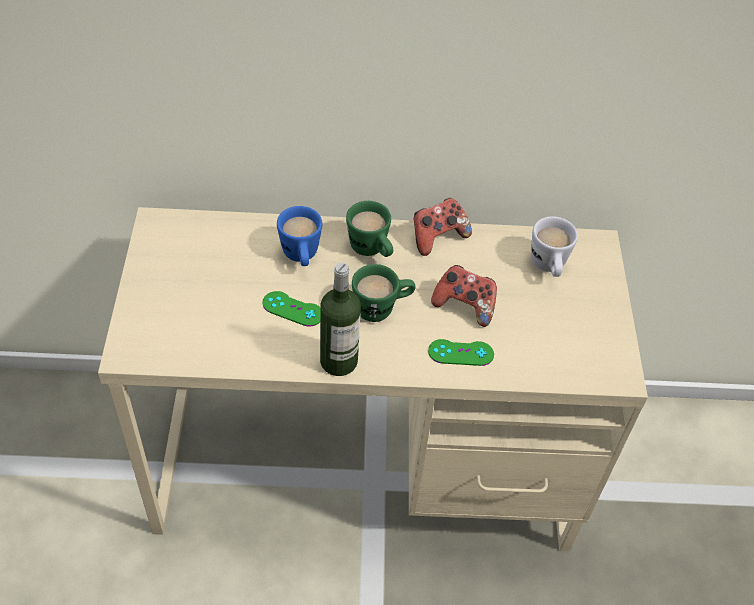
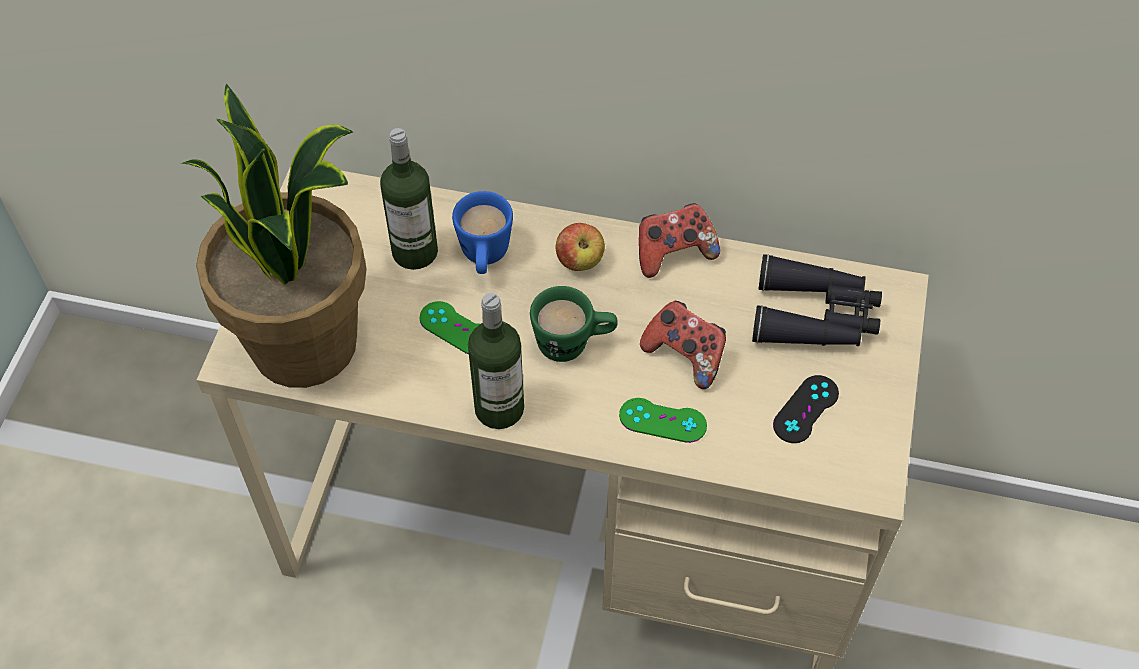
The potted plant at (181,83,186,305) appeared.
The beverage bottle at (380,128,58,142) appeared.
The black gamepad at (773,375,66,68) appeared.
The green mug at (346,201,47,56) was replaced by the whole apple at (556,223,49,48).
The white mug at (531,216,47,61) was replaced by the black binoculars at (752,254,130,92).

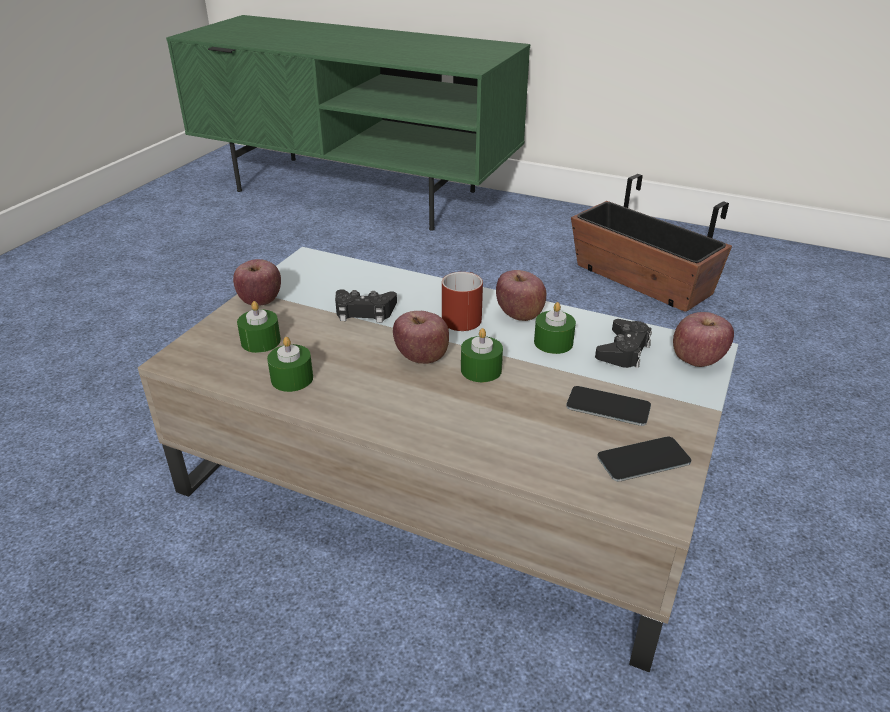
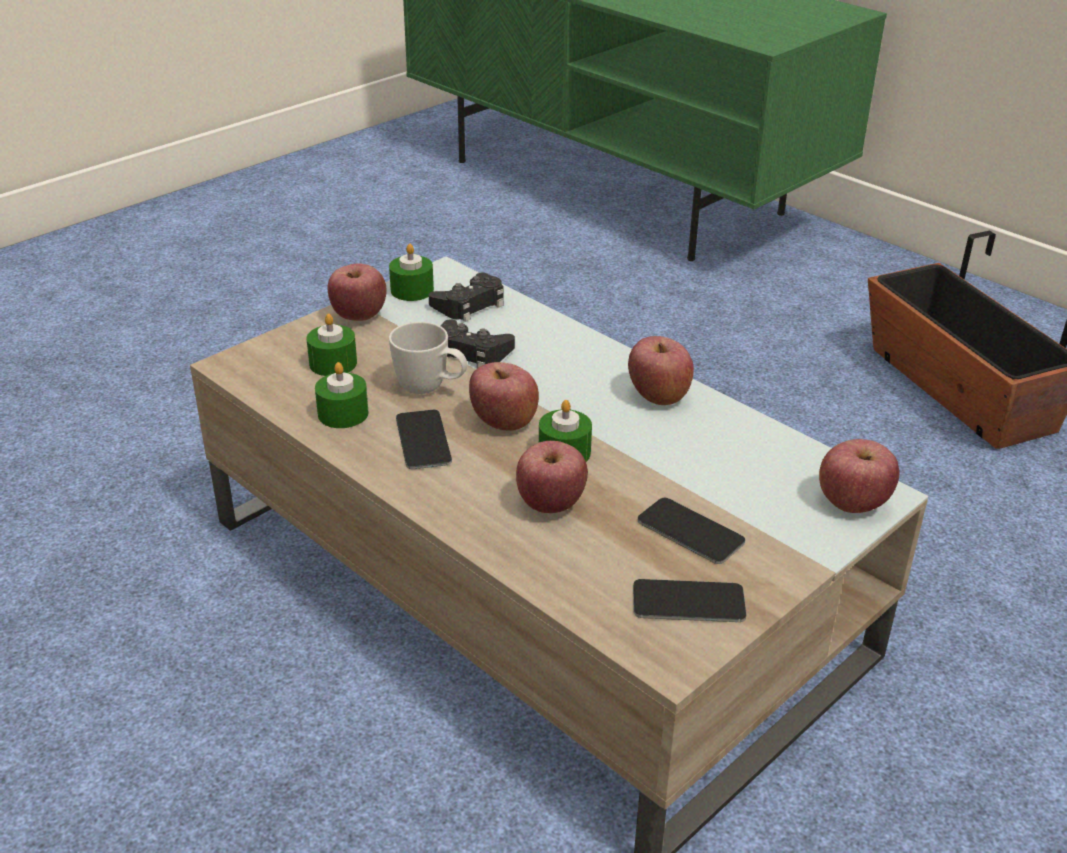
The red mug at (442,272,41,59) disappeared.
The white mug at (389,322,78,72) appeared.
The handset at (396,410,56,59) appeared.
The whole apple at (516,441,72,72) appeared.
The green candle moved from (534,302,42,52) to (389,244,45,57).
The black gamepad moved from (595,319,57,49) to (429,273,75,49).

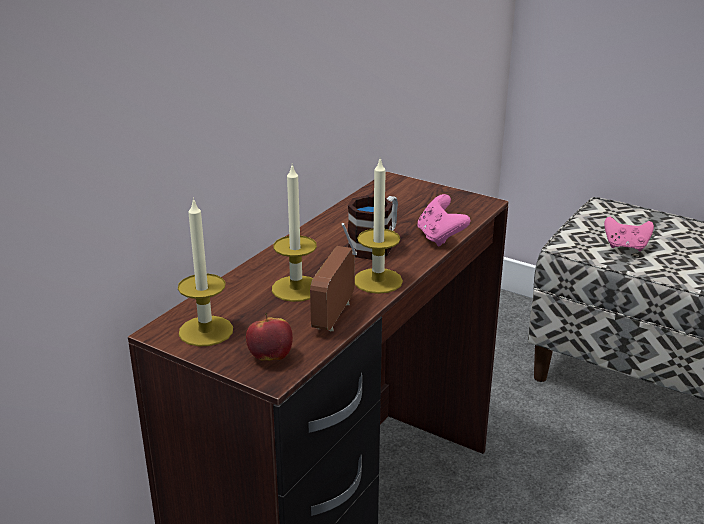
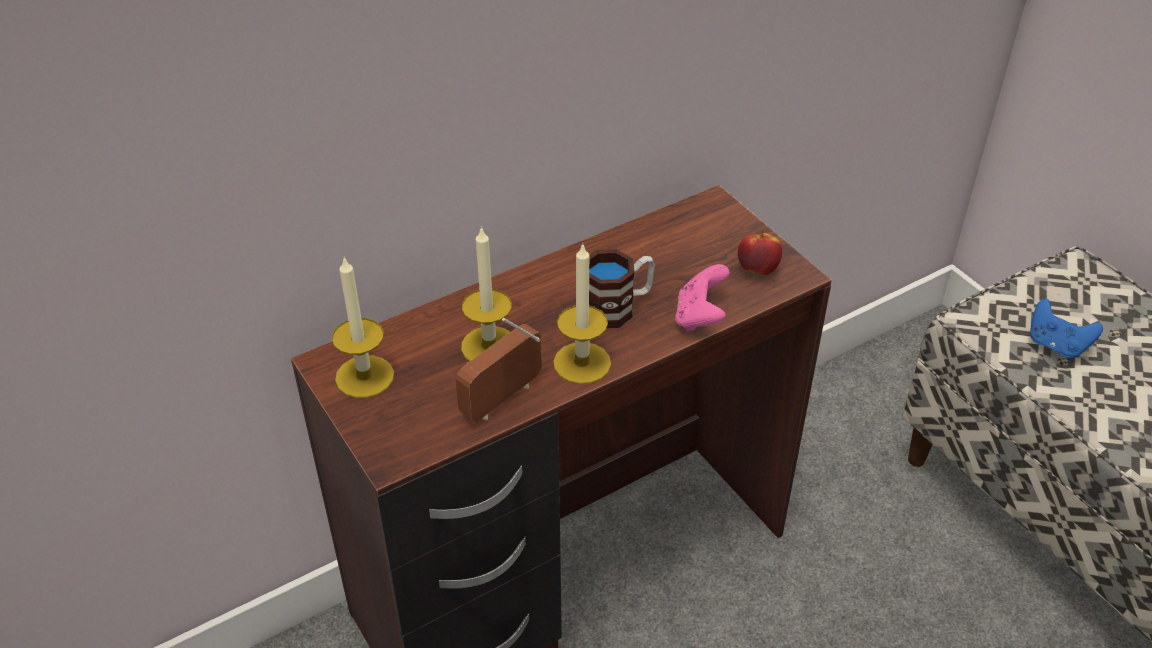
The whole apple moved from (246,313,47,48) to (738,229,44,46).
The pink-coloured gamepad at (604,217,50,34) became the blue gamepad at (1030,299,73,60).

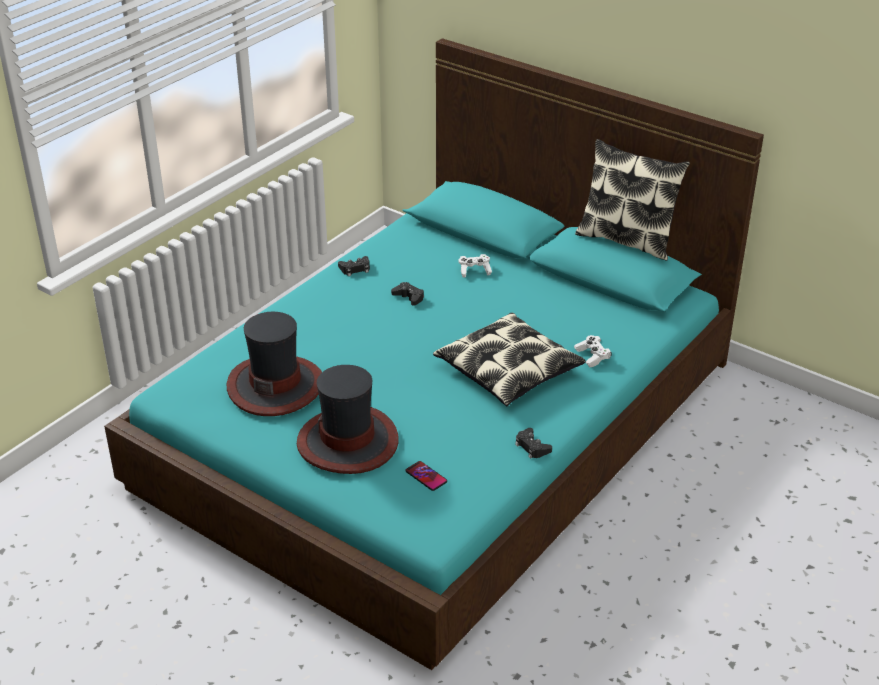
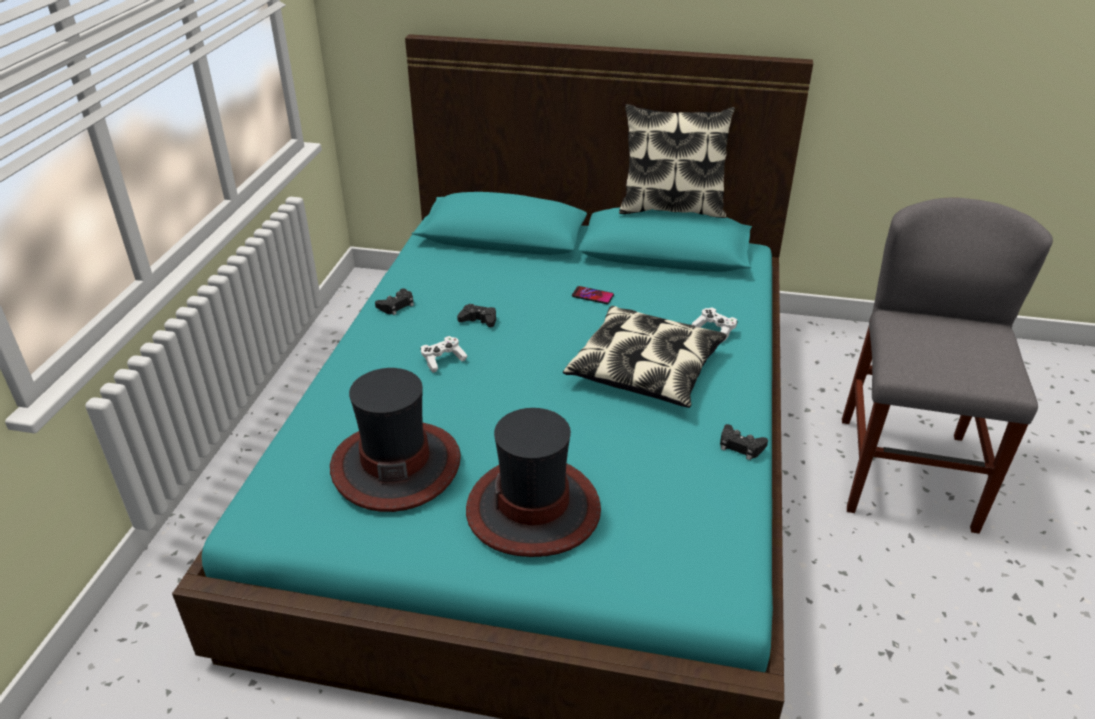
The grey upright chair at (842,197,211,337) appeared.
The handset moved from (406,461,41,30) to (572,286,42,18).
The white gamepad moved from (459,254,33,24) to (421,336,47,37).

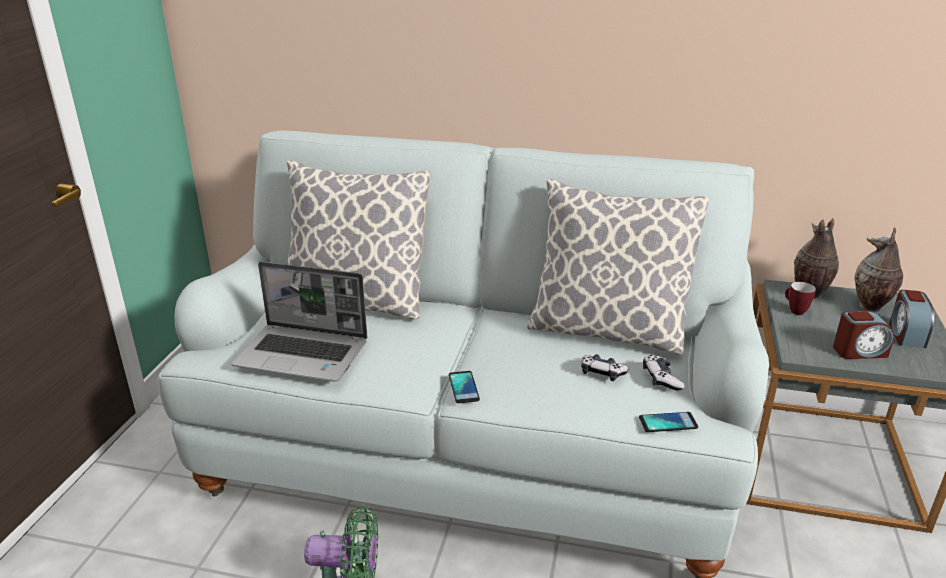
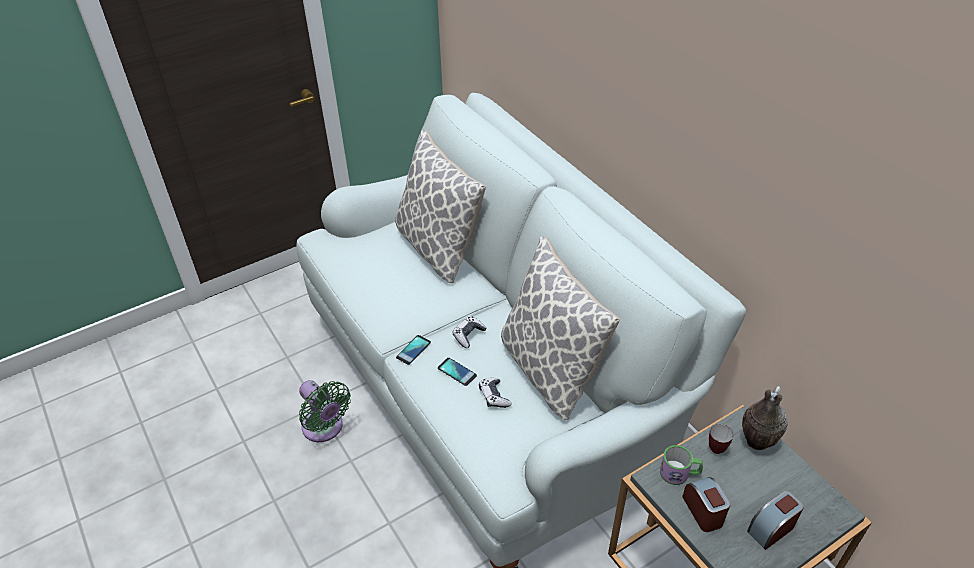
The notebook computer at (232,262,135,120) disappeared.
The flower vase at (855,227,48,85) disappeared.
The mug at (660,445,43,40) appeared.
The handset moved from (639,412,59,20) to (438,358,39,28).
The gamepad moved from (643,355,42,36) to (452,316,35,32).
The alarm clock at (833,310,61,49) turned 150 degrees counterclockwise.

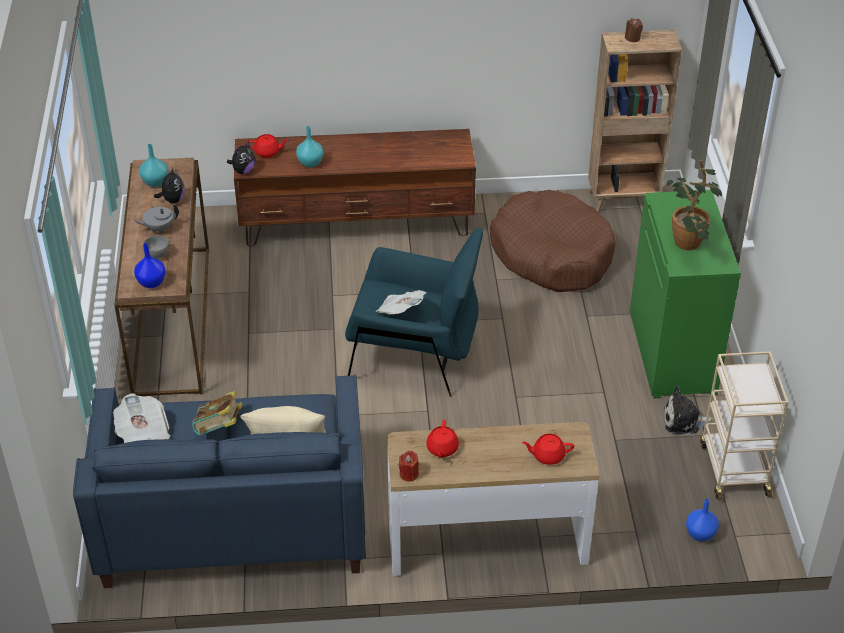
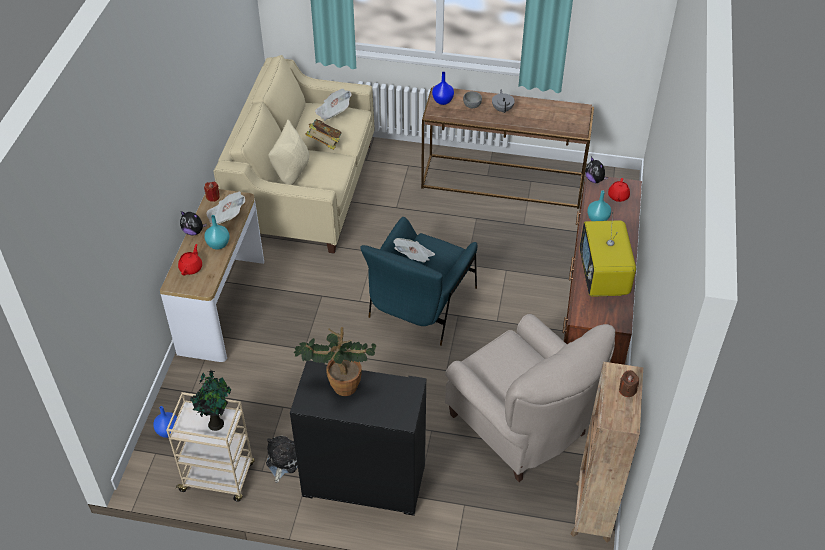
The potted plant at (190,370,41,61) appeared.
The TV set at (580,212,56,85) appeared.
The turquoise-coloured flower vase moved from (139,144,29,43) to (204,215,26,34).
The cuddly toy moved from (154,167,30,36) to (180,211,27,25).
The red tea pot at (426,420,33,38) was replaced by the printed paper at (206,192,39,34).
The brown-coloured pet bed at (490,190,126,102) was replaced by the beige easy chair at (445,314,170,168).
The blue couch at (73,375,293,213) became the beige couch at (213,55,162,199).
The green storage cabinet at (630,190,111,208) became the black storage cabinet at (290,360,136,156).

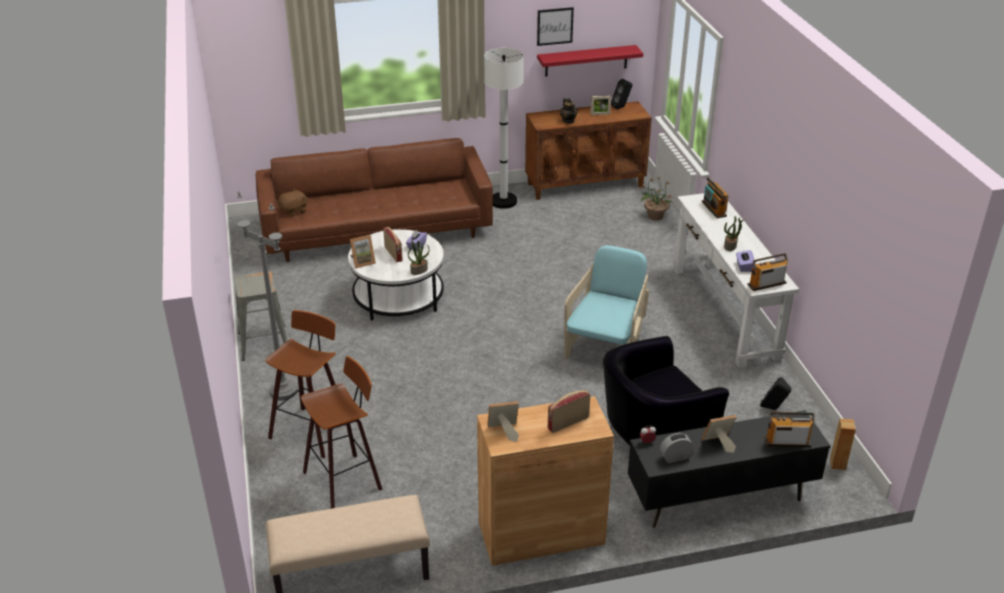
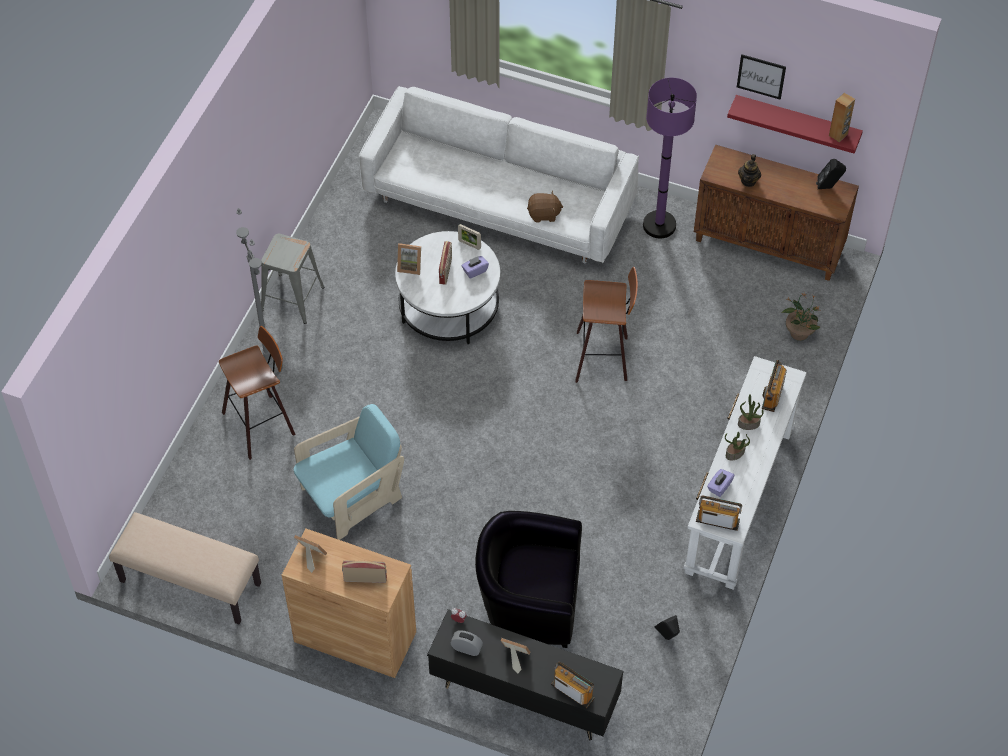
The brown-coloured cuddly toy moved from (278,189,30,28) to (527,191,37,31).
The sitting stool moved from (301,356,82,153) to (575,267,63,116).
The potted plant moved from (408,240,21,35) to (738,394,26,36).
The turquoise-coloured easy chair moved from (564,245,85,114) to (294,404,110,136).
The photo frame moved from (590,95,21,20) to (458,224,23,26).
The brown-coloured audio speaker moved from (830,419,26,51) to (829,93,26,49).
The brown-coloured couch at (256,138,237,124) became the white couch at (359,86,280,177).
The white floor lamp at (484,48,40,161) became the purple floor lamp at (643,78,54,160).

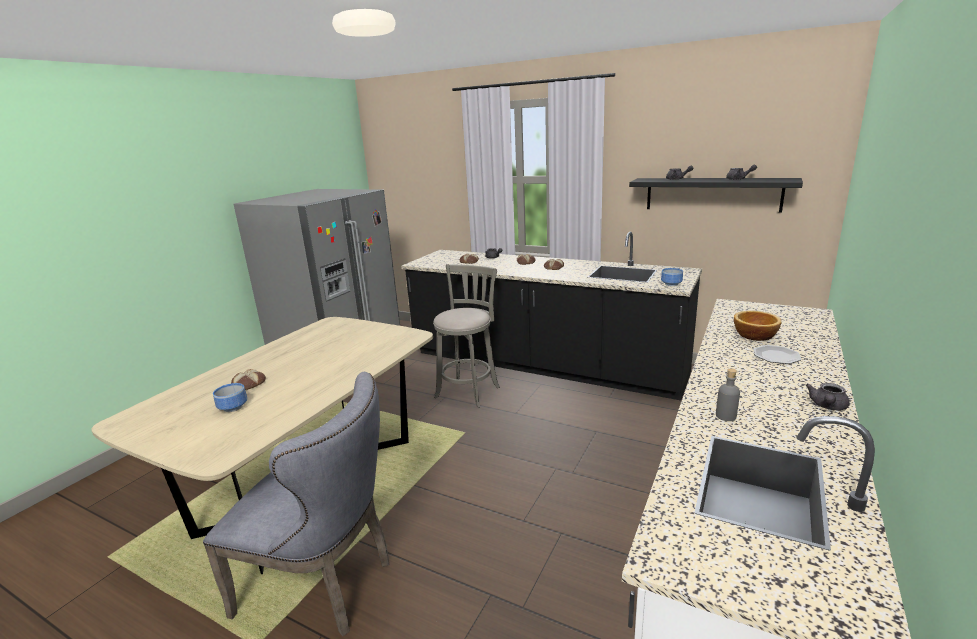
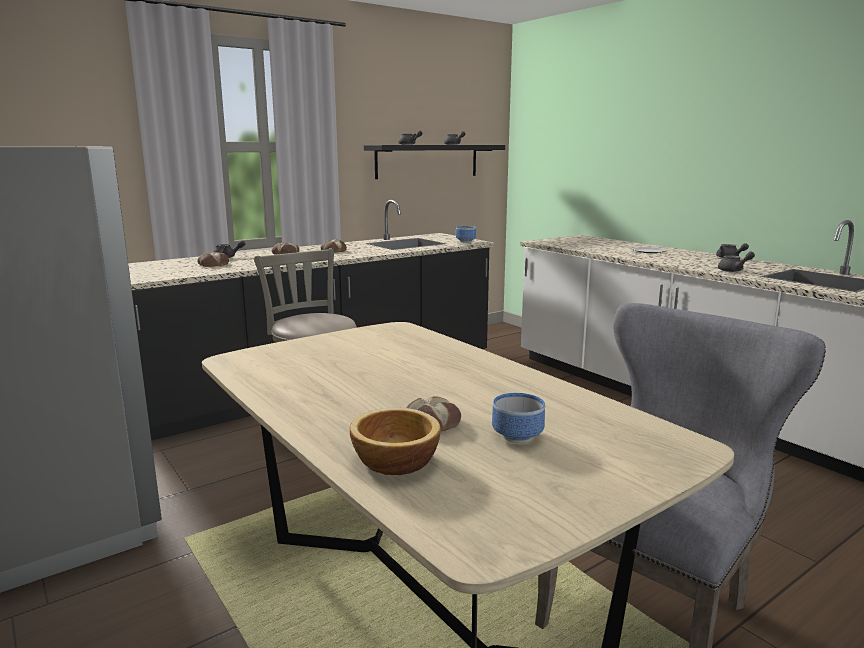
The bowl moved from (734,311,48,30) to (350,407,91,68).
The grey beverage bottle at (716,368,24,53) was replaced by the grey tea pot at (718,252,37,20).

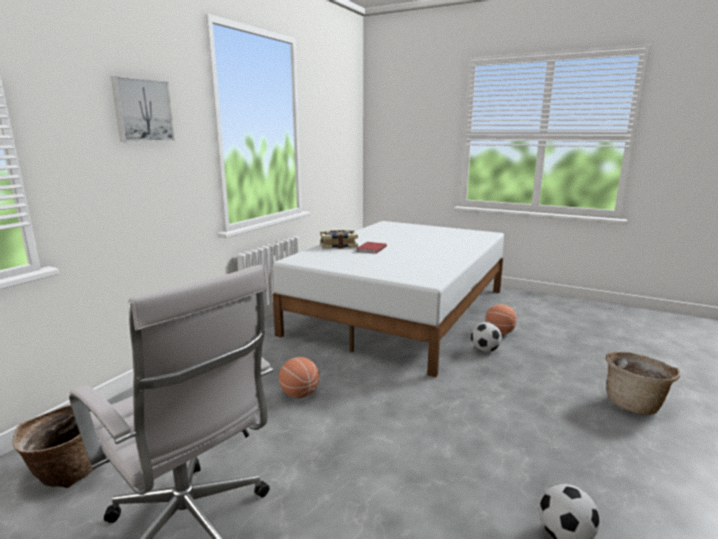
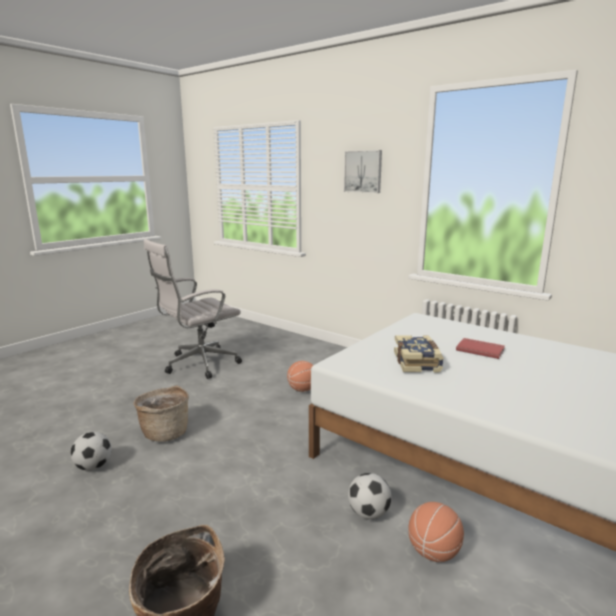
The household basket moved from (12,405,84,83) to (133,386,56,56).
The volume moved from (320,230,38,19) to (394,335,50,37).

